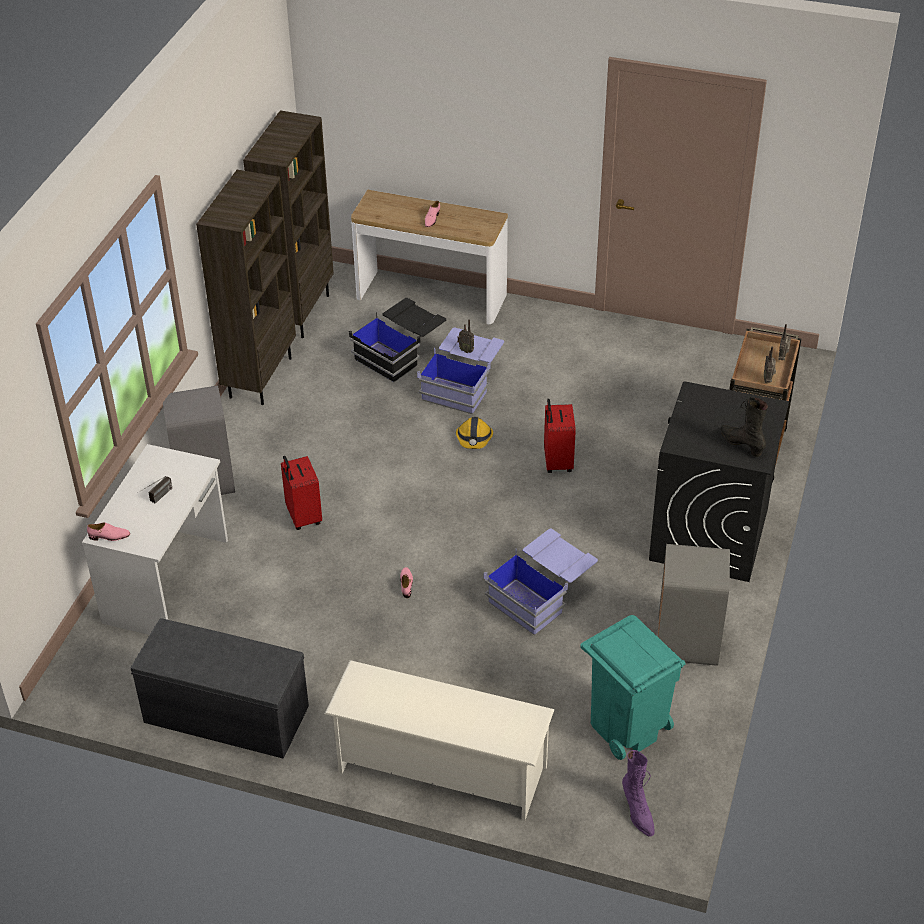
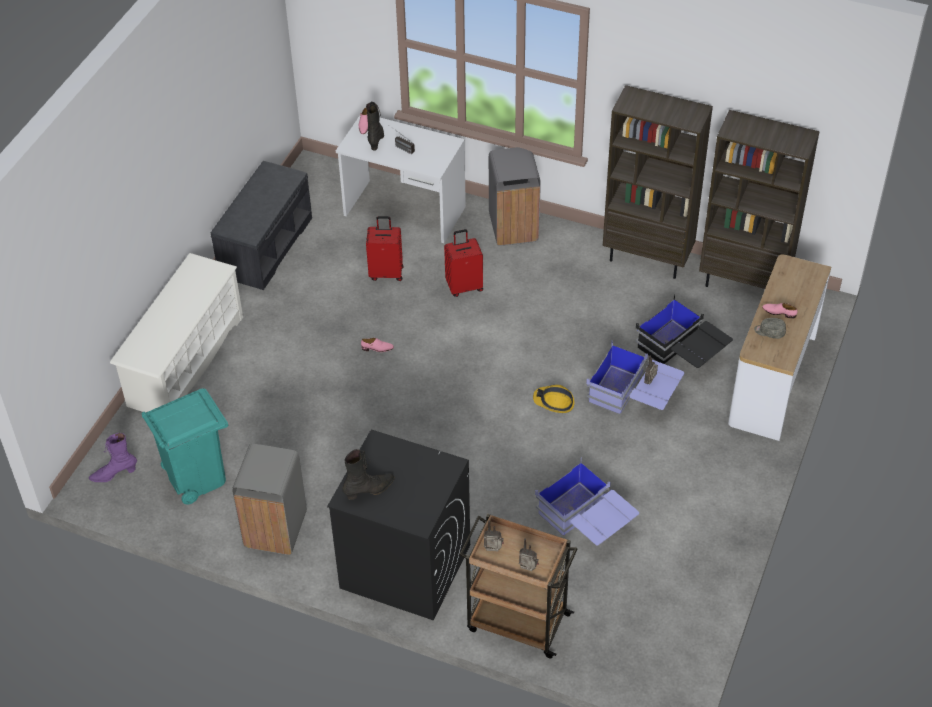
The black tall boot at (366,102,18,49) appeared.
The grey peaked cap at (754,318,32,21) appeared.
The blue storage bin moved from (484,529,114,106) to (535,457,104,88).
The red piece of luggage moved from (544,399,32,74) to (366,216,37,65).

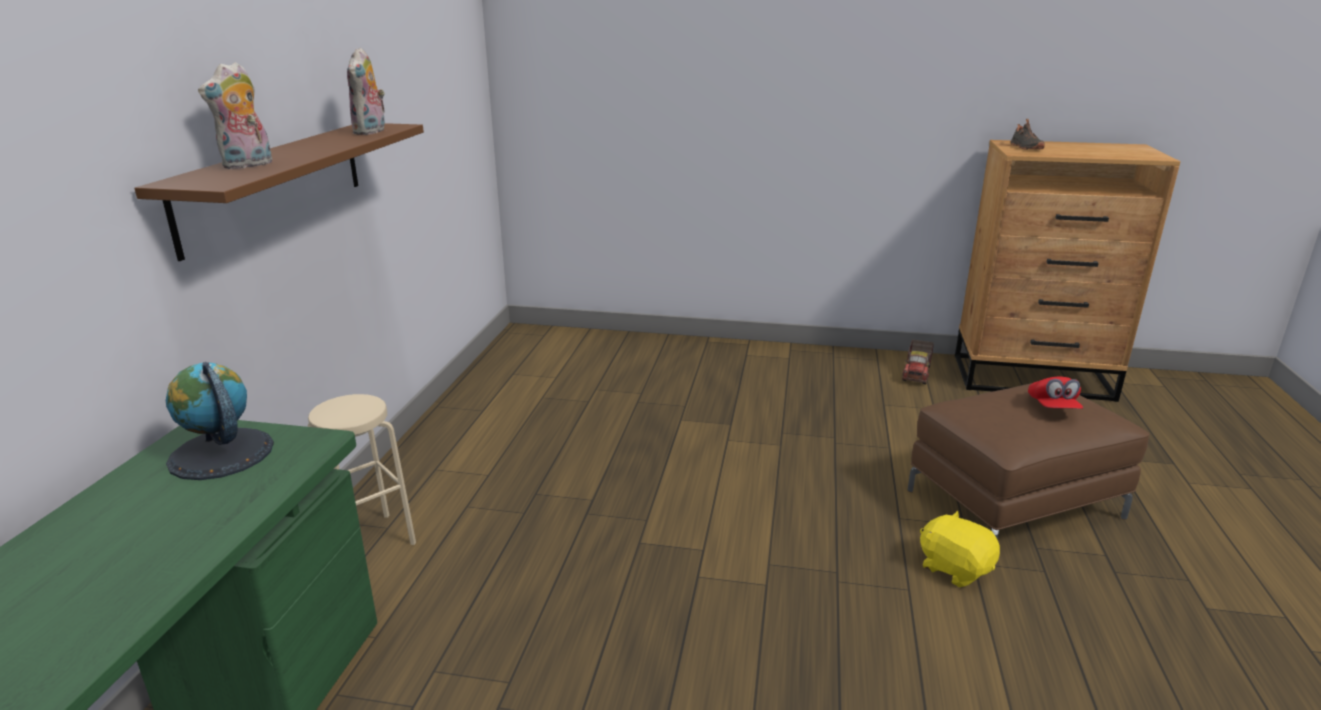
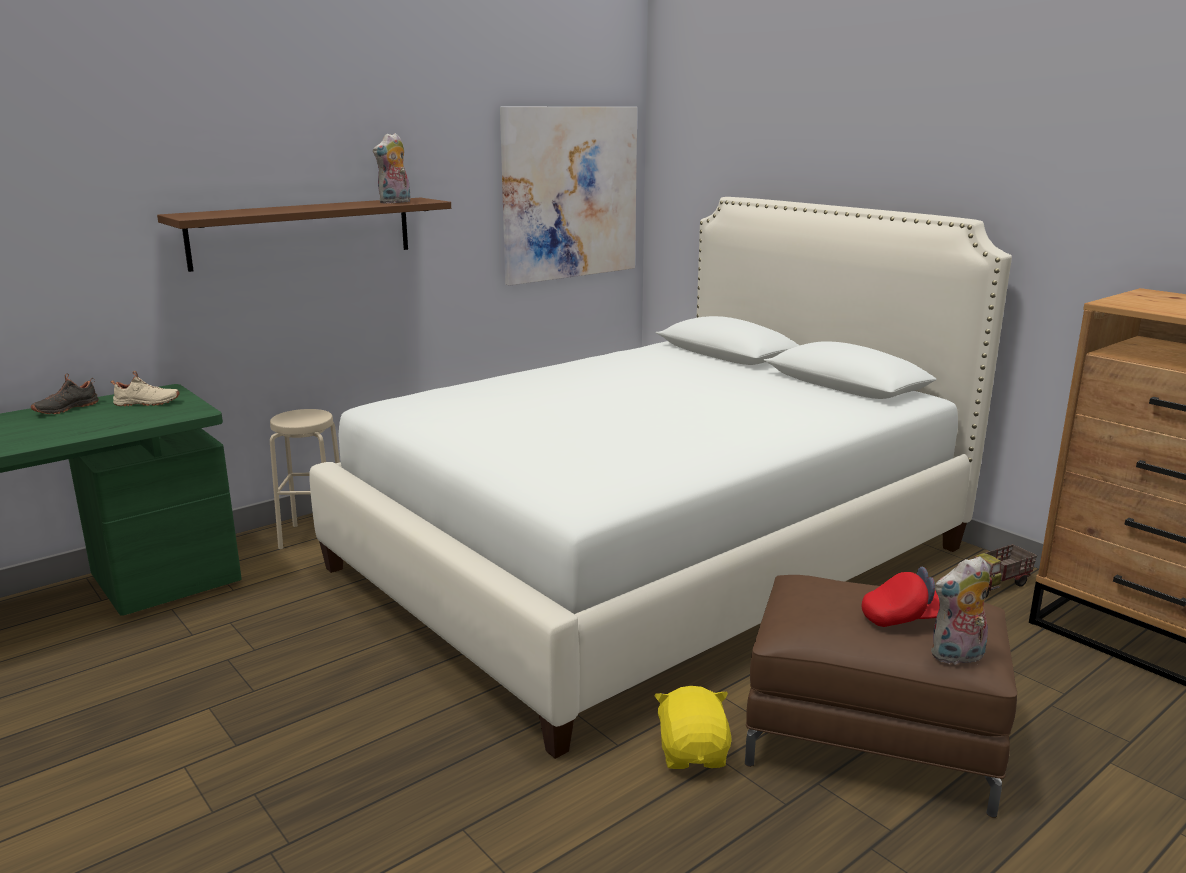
The white bedroom bed at (309,197,703,562) appeared.
The wall art at (500,107,137,179) appeared.
The cuddly toy moved from (198,62,74,107) to (931,556,59,109).
The black low shoe moved from (1011,119,34,30) to (31,374,68,40).
The desk globe at (166,362,108,118) was replaced by the beige low shoe at (111,371,69,35).
The red peaked cap at (1028,377,55,32) turned 135 degrees counterclockwise.

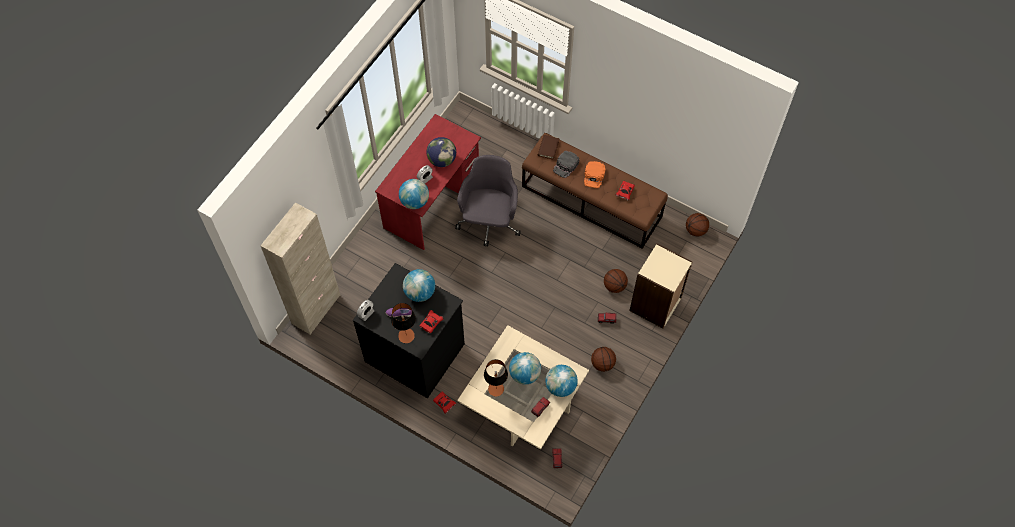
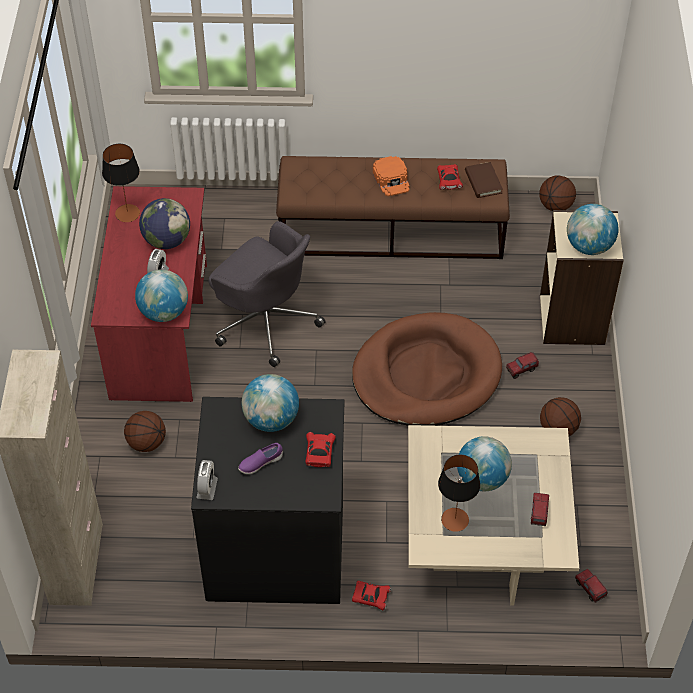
The black peaked cap at (553,151,27,27) disappeared.
The brown-coloured pet bed at (352,312,150,114) appeared.
The tabletop lamp moved from (391,303,25,40) to (102,144,38,78).
The brown-coloured volume moved from (538,135,22,25) to (465,162,38,36).
The desk globe moved from (545,365,33,32) to (567,204,52,51).
The basketball ball moved from (604,269,24,24) to (124,411,42,41).
The grey office chair at (455,155,65,91) turned 150 degrees clockwise.

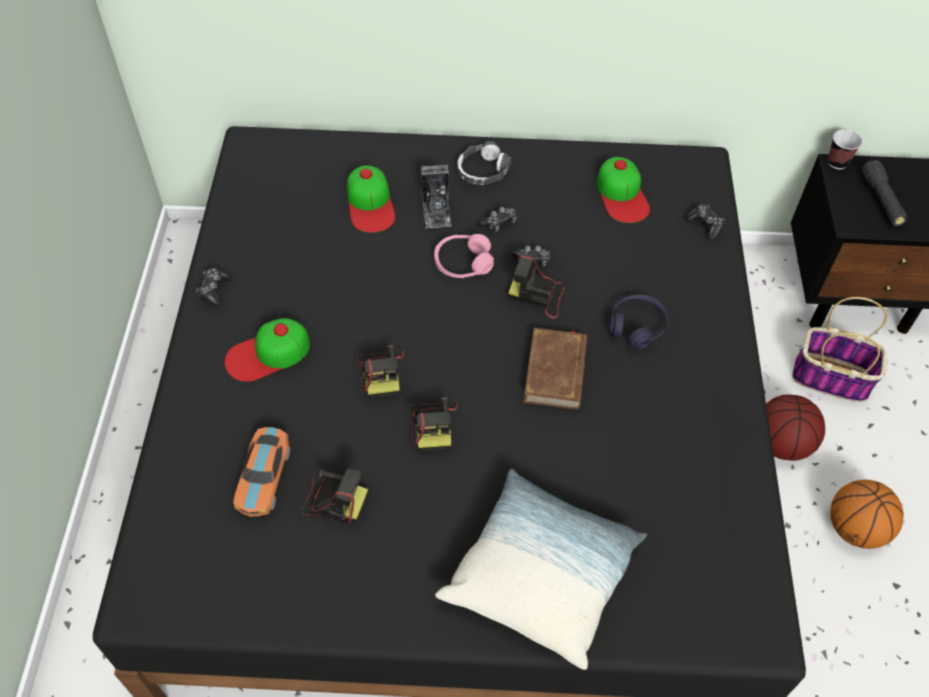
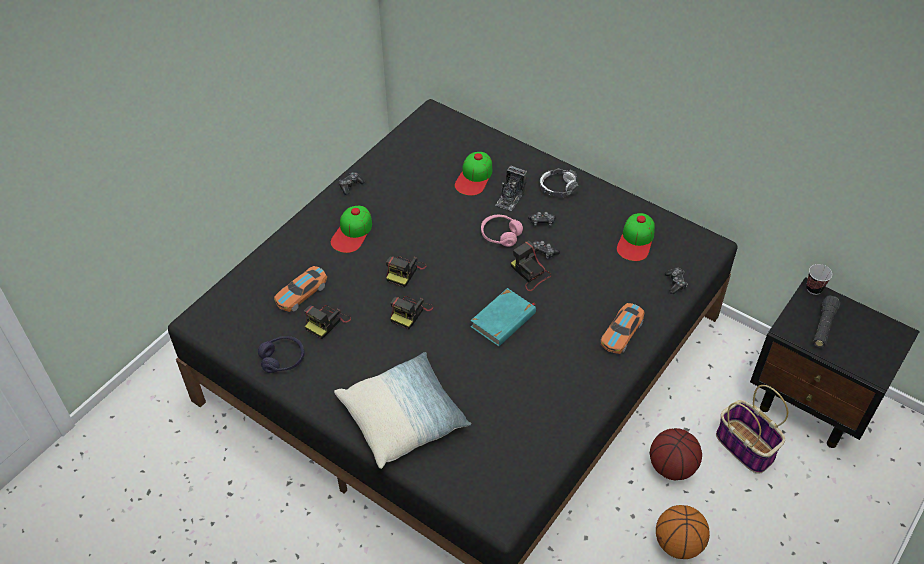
The miniature car at (600,303,45,51) appeared.
The purple pair of headphones moved from (608,295,61,55) to (258,336,46,37).
The brown-coloured volume at (524,328,63,82) became the turquoise-coloured volume at (470,288,66,59).
The peaked cap at (225,318,85,64) turned 75 degrees counterclockwise.
The still camera at (301,469,67,54) turned 75 degrees clockwise.

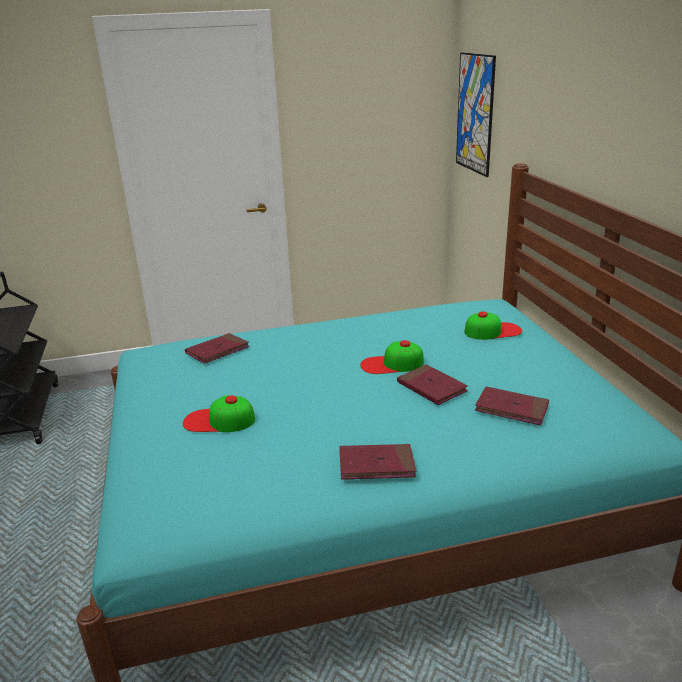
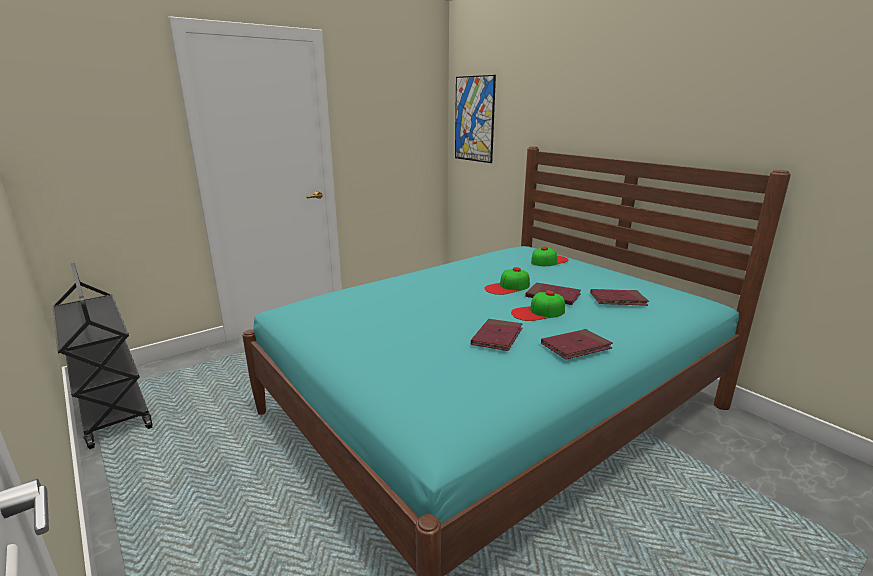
The peaked cap moved from (183,395,72,37) to (511,290,54,31).
The red volume moved from (185,333,65,31) to (471,319,52,32).

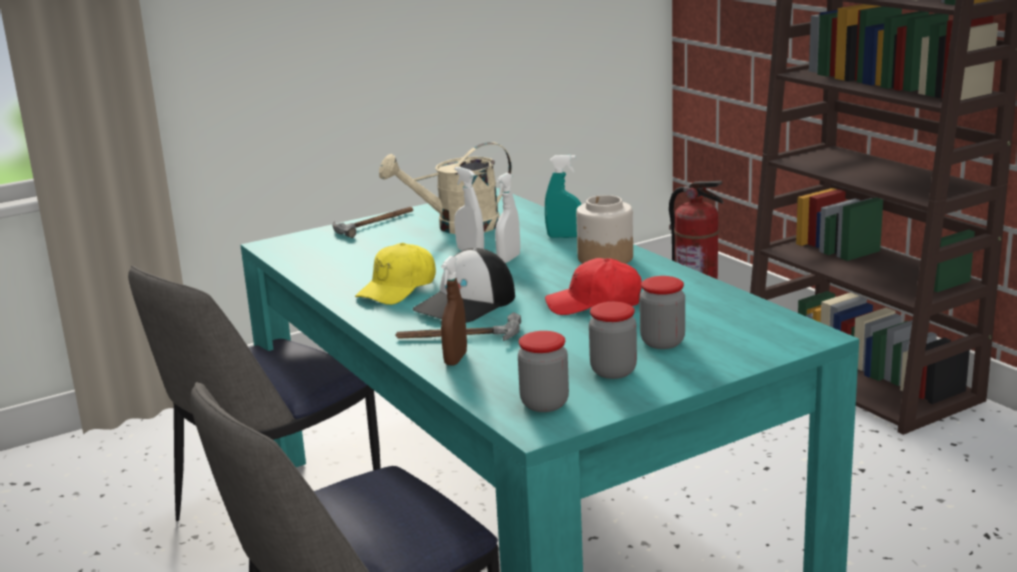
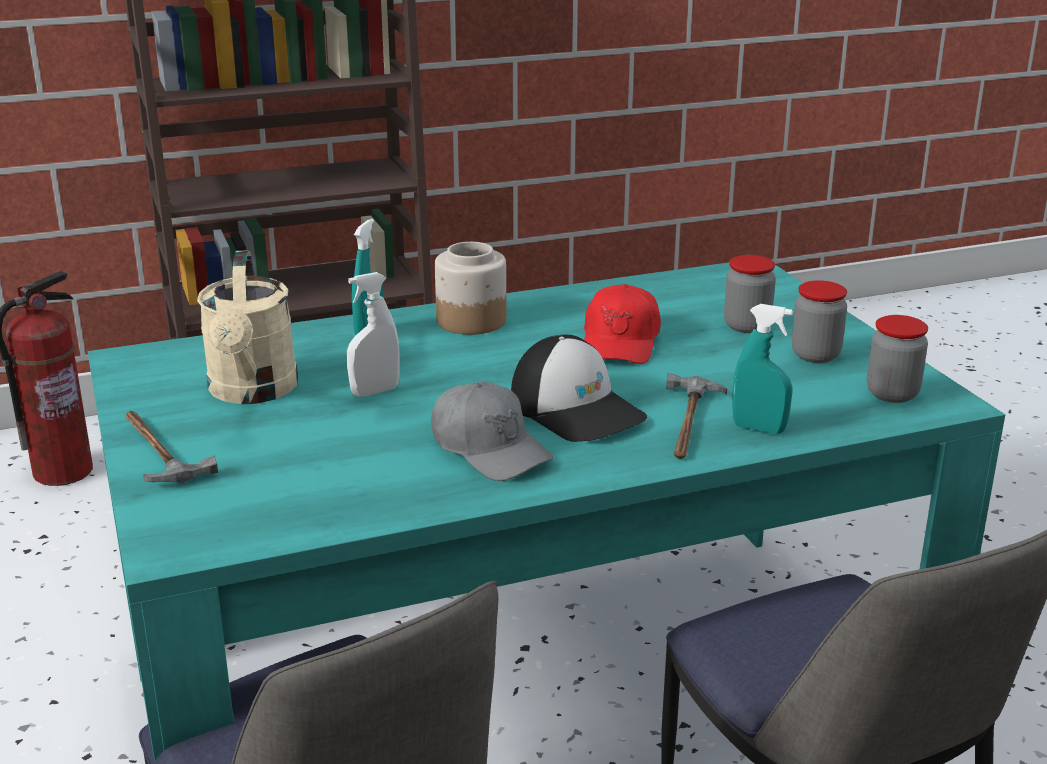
The white spray bottle at (495,173,25,90) disappeared.
The yellowish peaked cap at (355,243,81,62) became the grey peaked cap at (431,382,123,99).
The brown-coloured spray bottle at (441,256,26,110) became the turquoise-coloured spray bottle at (732,304,61,130).

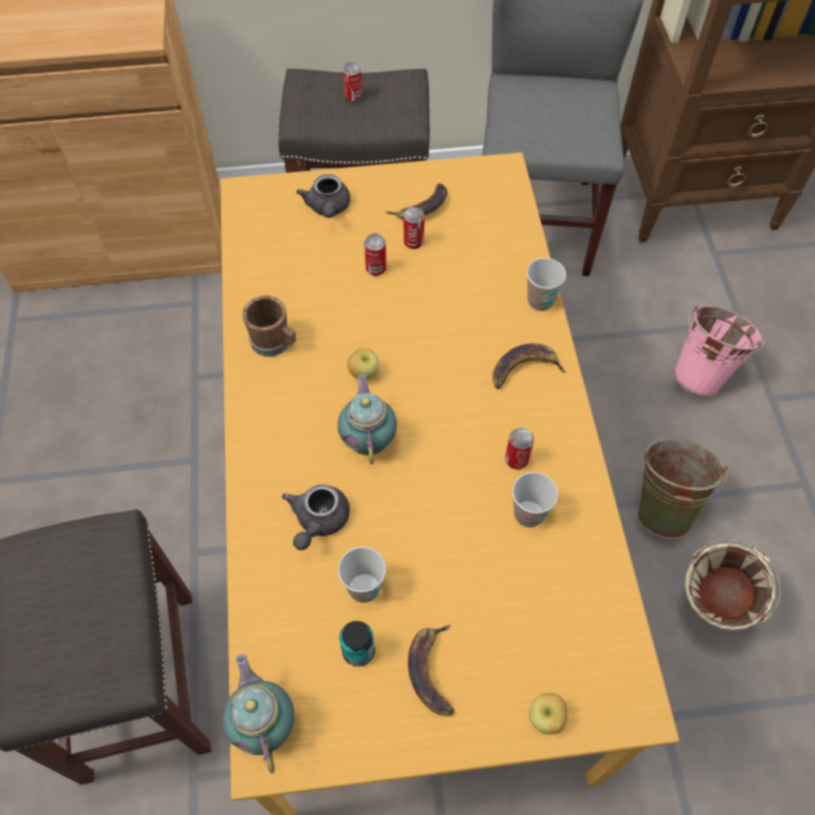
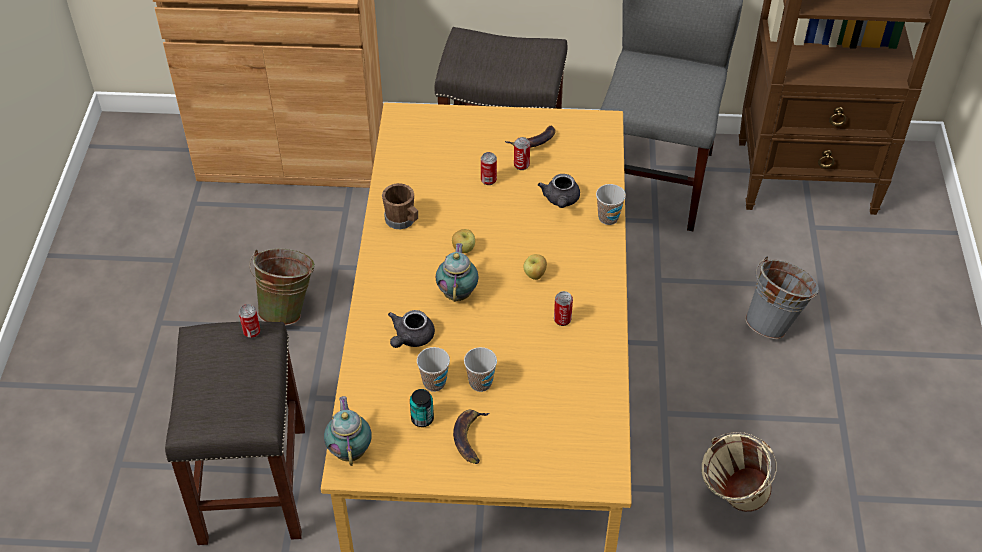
The banana fruit at (492,343,75,46) disappeared.
The grey tea pot moved from (296,174,54,44) to (538,174,42,34).
The can moved from (343,62,19,40) to (239,304,21,34).
The small cup moved from (512,472,46,56) to (464,347,33,45).
The whole apple moved from (529,693,39,42) to (523,254,24,26).
The green pail moved from (637,439,91,100) to (249,249,66,77).
The pink-coloured pail at (673,304,92,92) became the grey pail at (745,256,74,83).

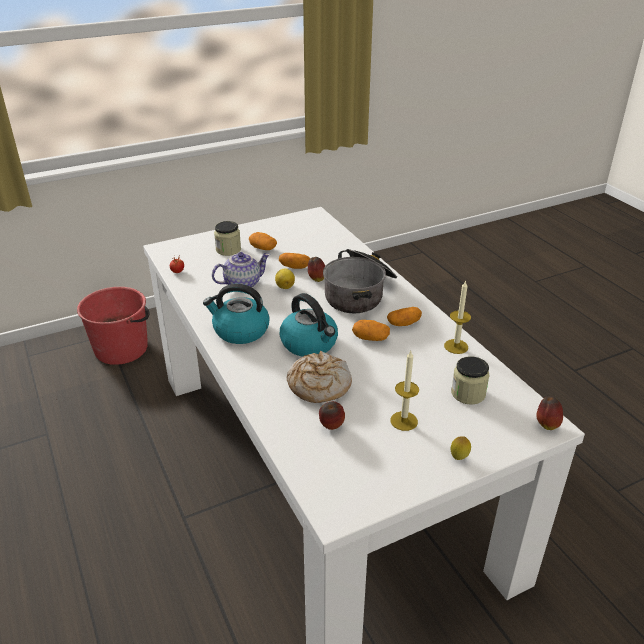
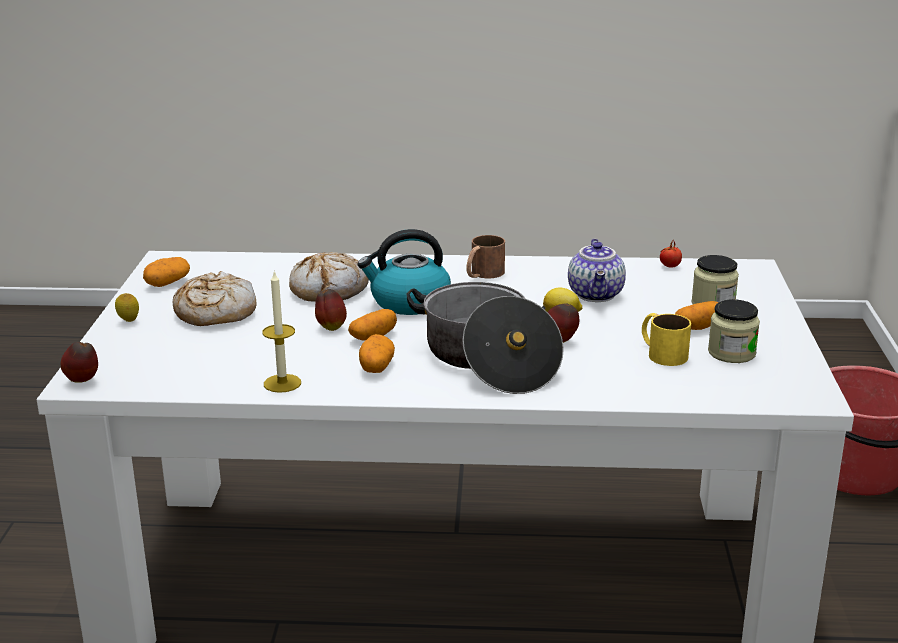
The yellowish mug at (642,313,49,53) appeared.
The whole potato moved from (279,253,31,16) to (143,257,47,30).
The whole apple moved from (319,401,26,29) to (315,289,32,42).
The jar moved from (451,356,38,49) to (708,299,52,64).
The water kettle at (203,284,67,60) was replaced by the brown-coloured mug at (466,235,39,43).
The candle at (390,351,29,80) was replaced by the bread at (173,271,84,55).

